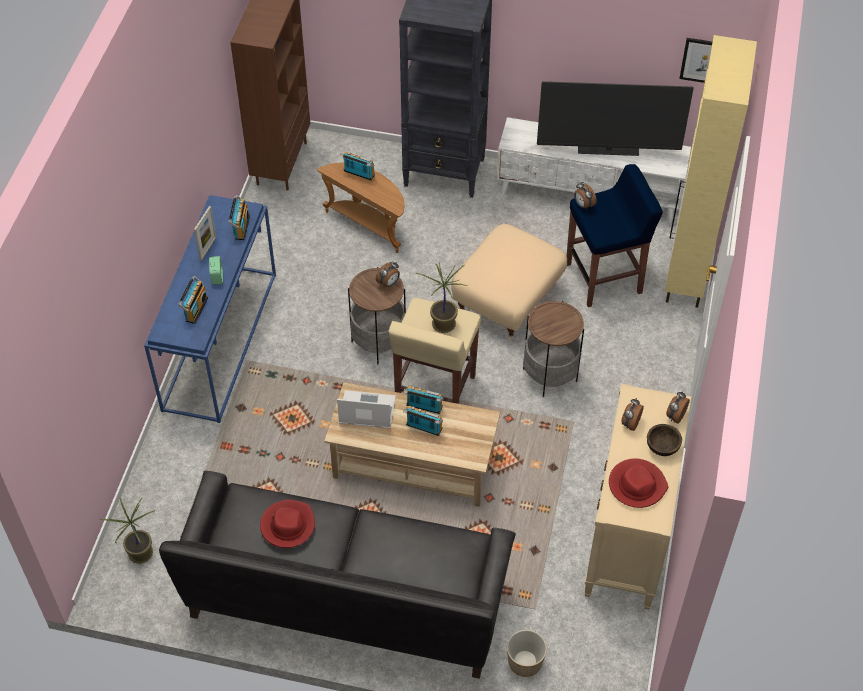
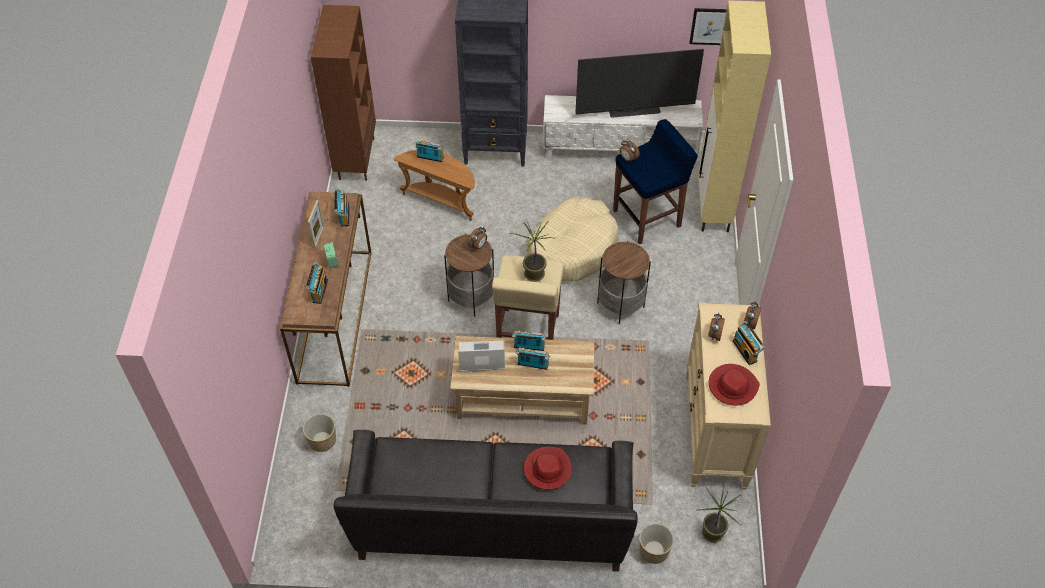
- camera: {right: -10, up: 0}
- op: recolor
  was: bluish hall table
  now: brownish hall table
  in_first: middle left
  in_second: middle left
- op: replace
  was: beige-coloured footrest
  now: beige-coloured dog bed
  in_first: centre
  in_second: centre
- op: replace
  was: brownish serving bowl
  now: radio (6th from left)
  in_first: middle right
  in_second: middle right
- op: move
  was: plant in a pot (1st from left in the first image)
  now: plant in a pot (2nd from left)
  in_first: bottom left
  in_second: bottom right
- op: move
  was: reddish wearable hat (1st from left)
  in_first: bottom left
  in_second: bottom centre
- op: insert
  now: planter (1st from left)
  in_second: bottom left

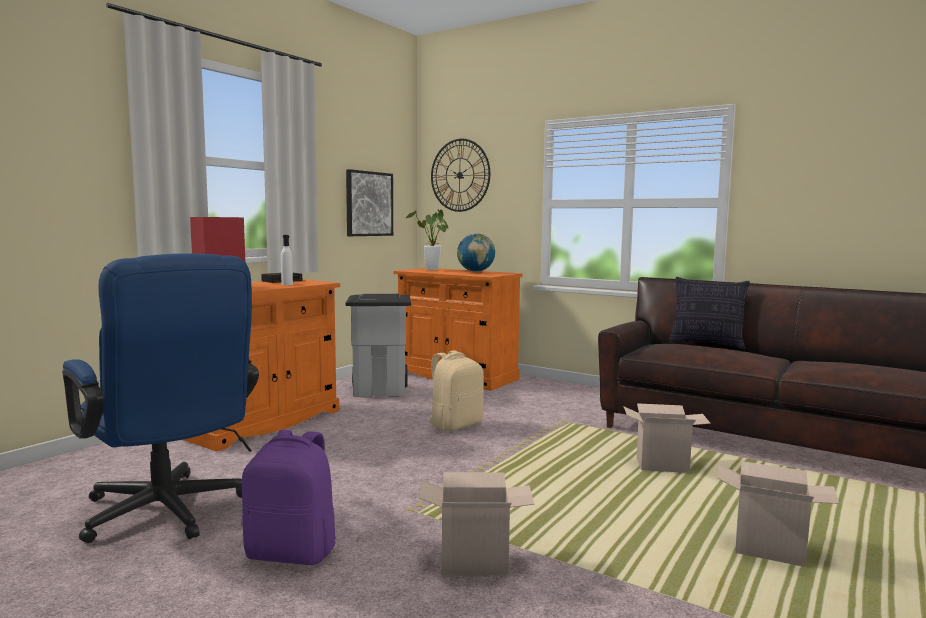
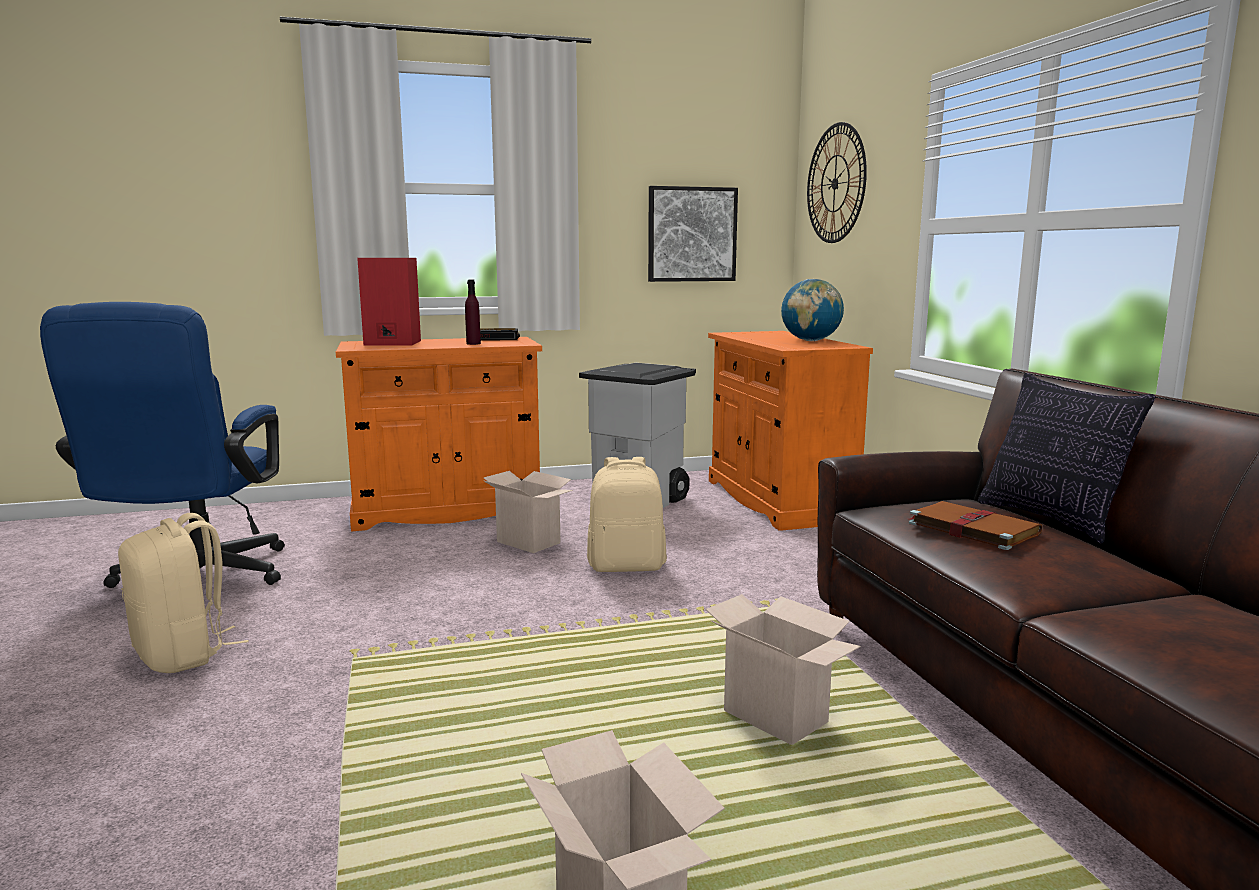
- camera: {right: 40, up: 5}
- op: delete
  was: plant in a pot
  in_first: centre
- op: recolor
  was: white-coloured drink bottle
  now: purple drink bottle
  in_first: middle left
  in_second: centre
- op: recolor
  was: purple knapsack
  now: beige-coloured knapsack (1st from left)
  in_first: bottom left
  in_second: middle left
- op: move
  was: cardboard box (1st from left)
  in_first: bottom centre
  in_second: centre
- op: insert
  now: brownish bound book
  in_second: middle right

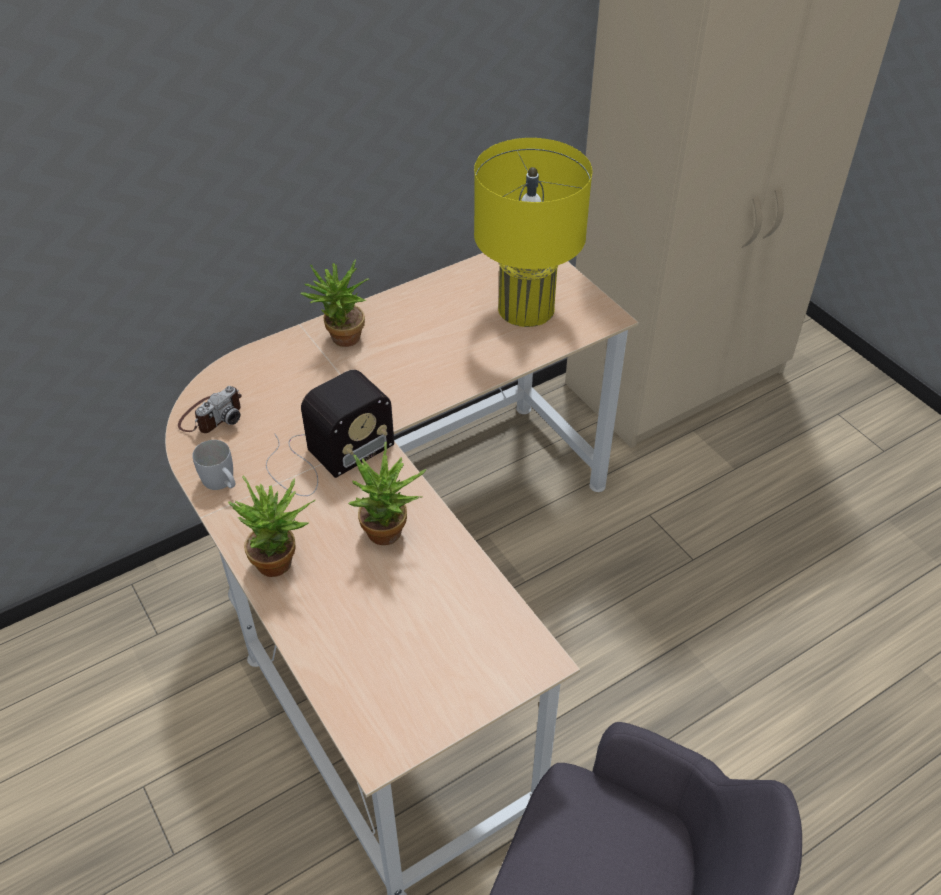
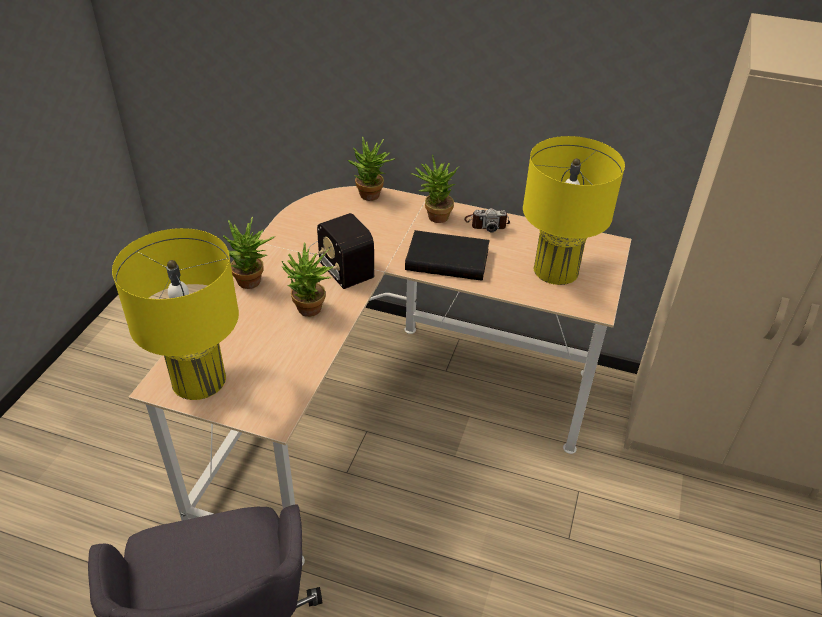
- camera: {right: 50, up: -5}
- op: rotate
  was: radio
  in_first: centre
  in_second: centre
  clockwise: 45
- op: move
  was: still camera
  in_first: middle left
  in_second: centre
- op: delete
  was: white-coloured tea mug
  in_first: middle left
- op: insert
  now: plant in a pot (3rd from left)
  in_second: top centre
- op: insert
  now: yellowish lamp for a table (1st from left)
  in_second: middle left
- op: insert
  now: blackish bound book
  in_second: centre

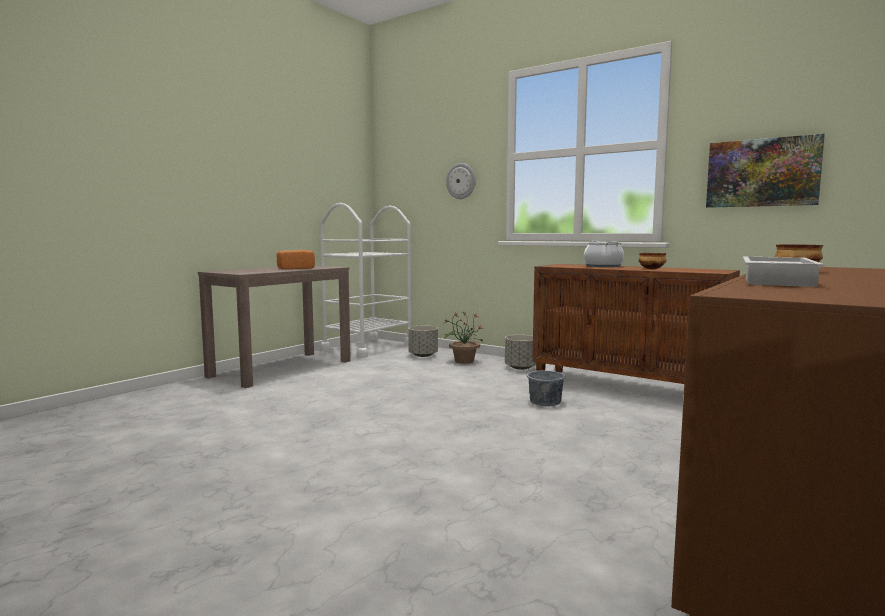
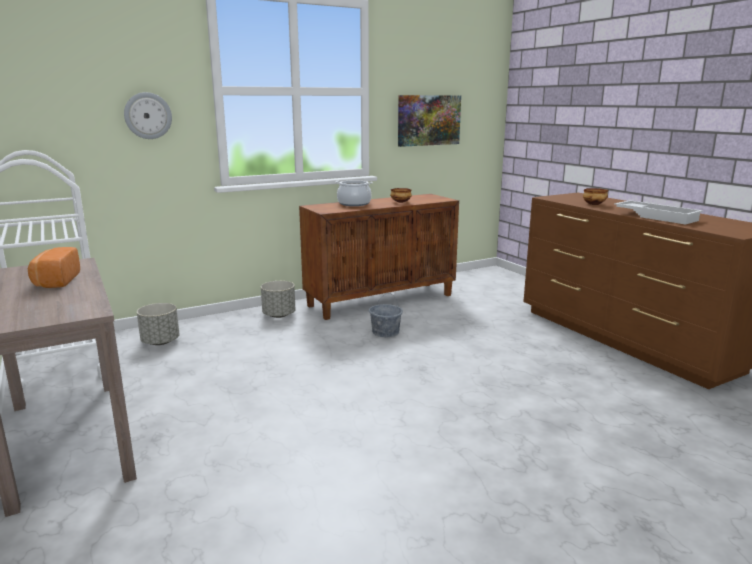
- camera: {right: -65, up: 10}
- op: delete
  was: plant in a pot
  in_first: centre

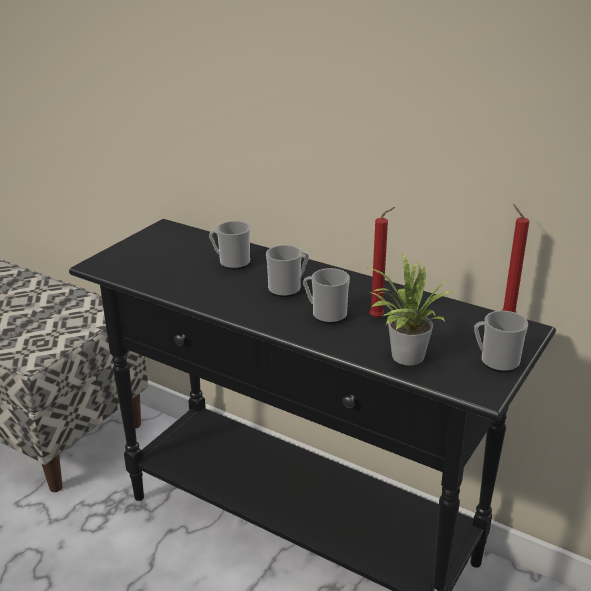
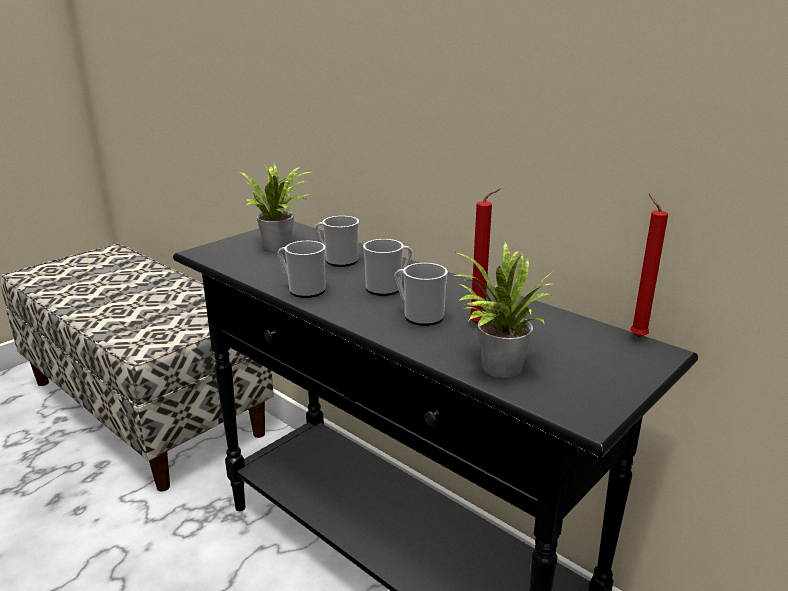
- camera: {right: 10, up: -5}
- op: move
  was: tea mug (4th from left in the first image)
  now: tea mug (1st from left)
  in_first: middle right
  in_second: centre
- op: insert
  now: plant in a pot (1st from left)
  in_second: centre

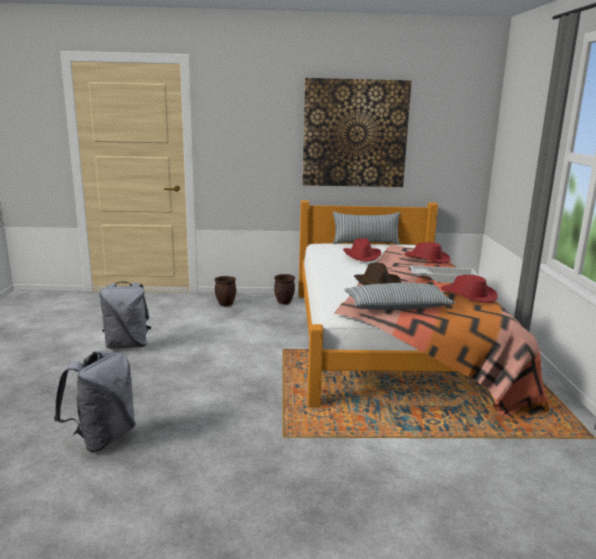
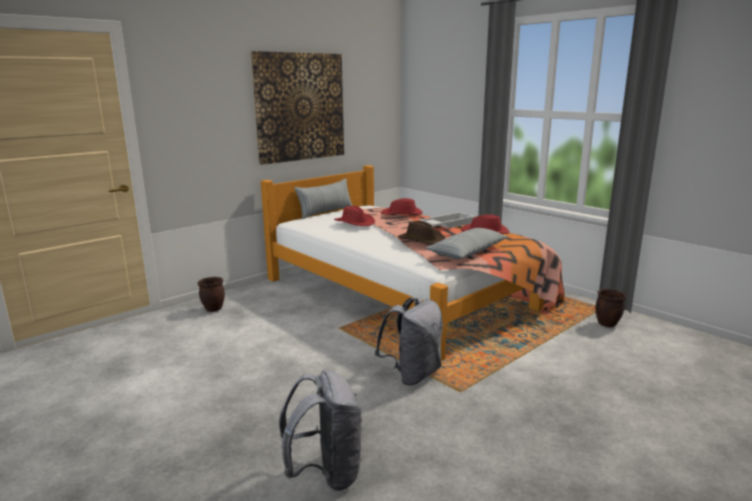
- camera: {right: -40, up: 0}
- op: move
  was: brownish planter (2nd from left)
  in_first: centre
  in_second: middle right
- op: move
  was: greyish knapsack (2nd from left)
  in_first: middle left
  in_second: bottom centre

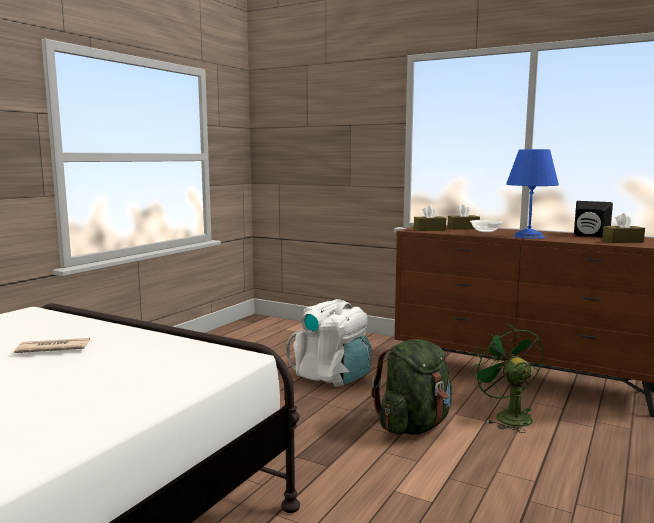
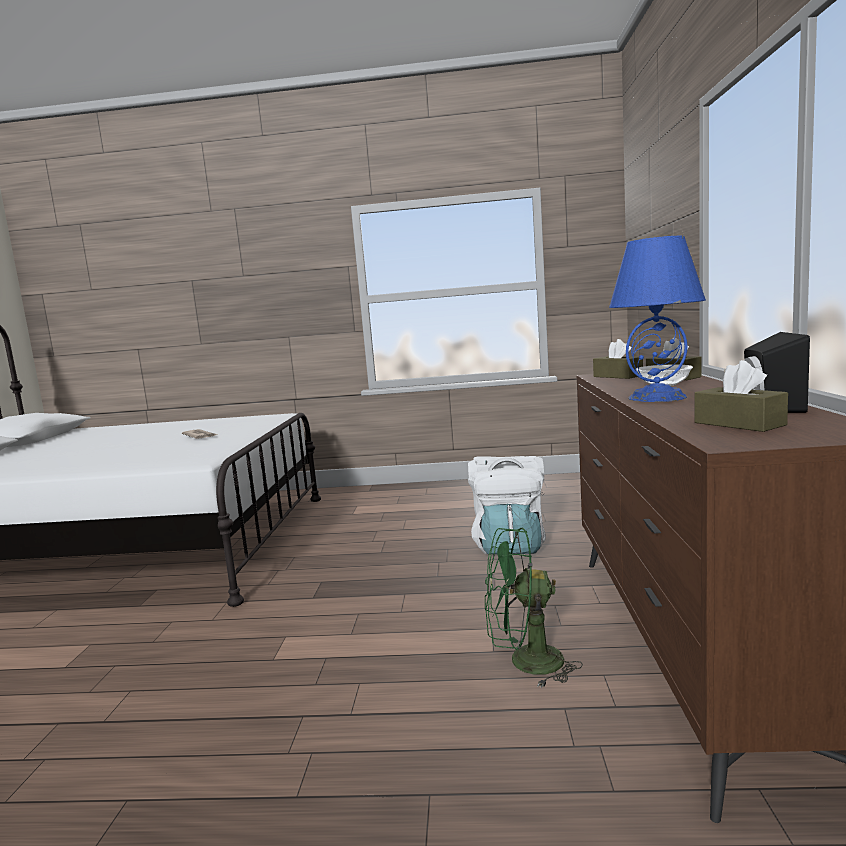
- camera: {right: 65, up: 0}
- op: rotate
  was: green-coloured fan
  in_first: bottom right
  in_second: bottom centre
  clockwise: -135
- op: delete
  was: green-coloured knapsack
  in_first: bottom centre

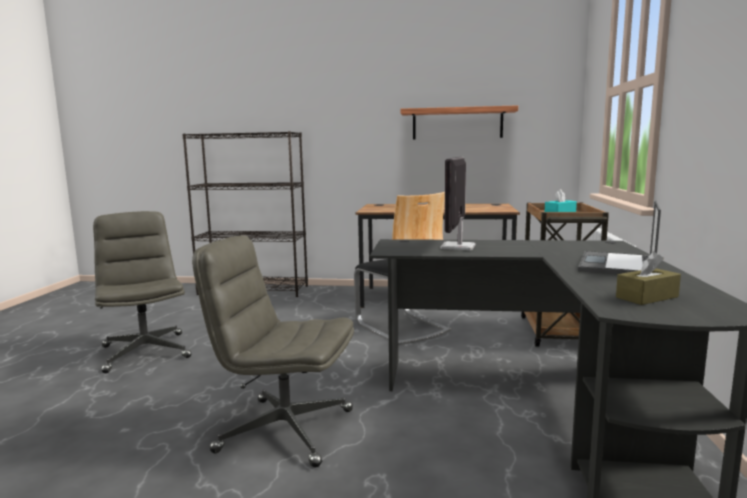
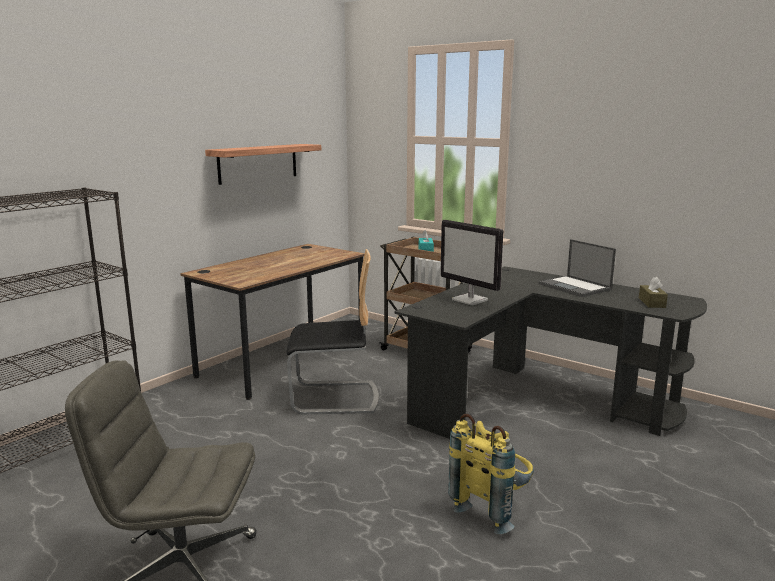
- camera: {right: -60, up: 5}
- op: replace
  was: greyish desk chair (2nd from left)
  now: yellowish knapsack
  in_first: bottom centre
  in_second: bottom centre

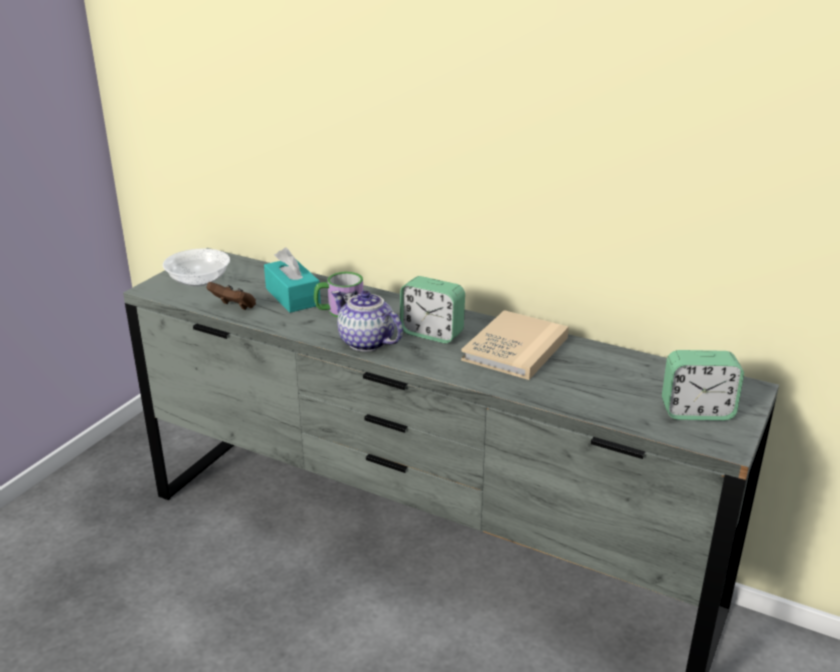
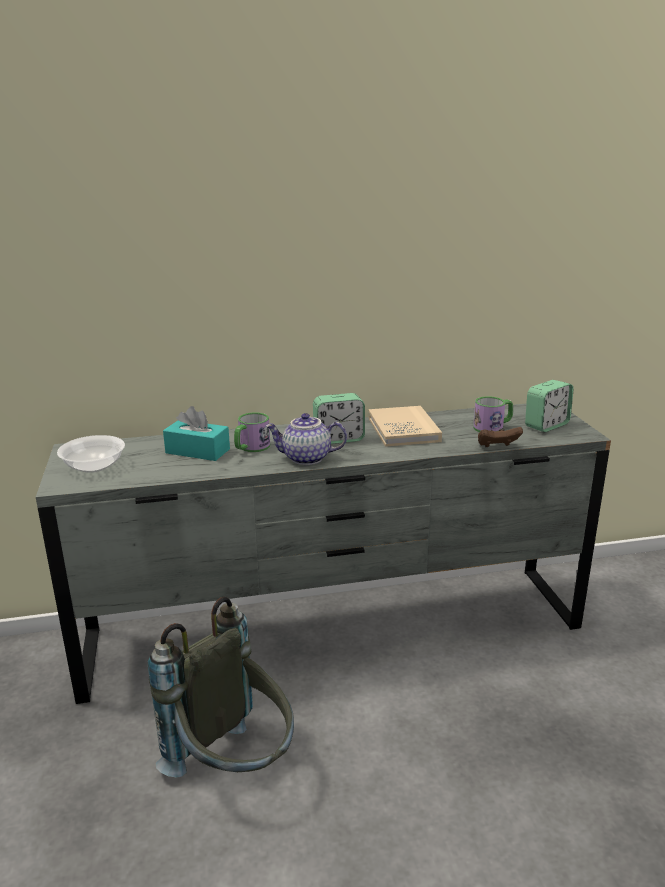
- camera: {right: -40, up: -5}
- op: move
  was: brownish joypad
  in_first: middle left
  in_second: middle right
- op: insert
  now: tea mug (2nd from left)
  in_second: middle right
- op: insert
  now: greyish knapsack
  in_second: bottom left

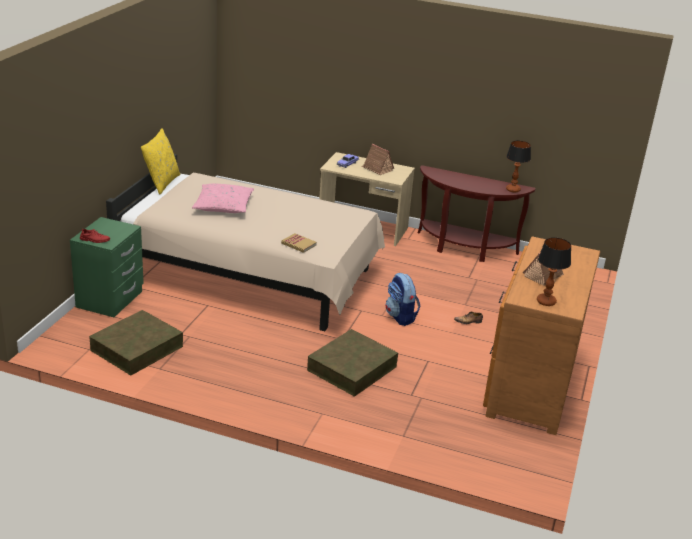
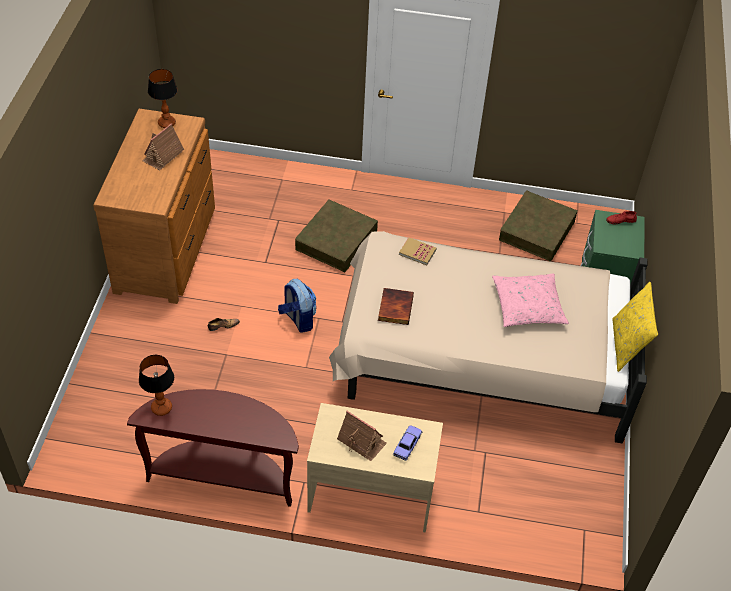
- camera: {right: 170, up: 20}
- op: insert
  now: bound book (1st from left)
  in_second: centre

